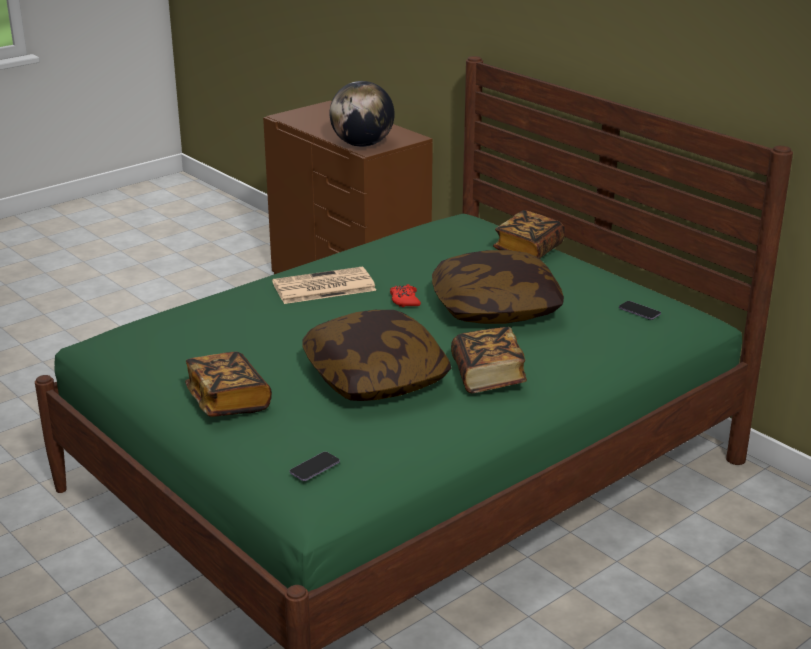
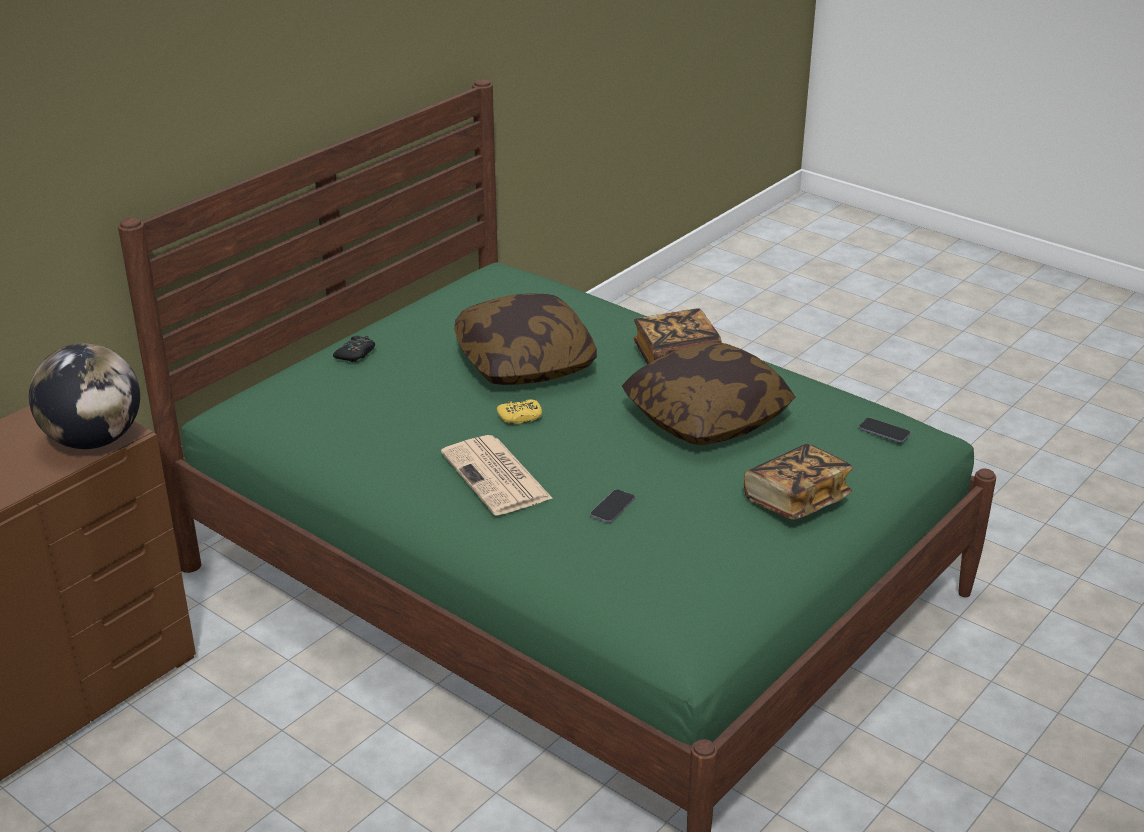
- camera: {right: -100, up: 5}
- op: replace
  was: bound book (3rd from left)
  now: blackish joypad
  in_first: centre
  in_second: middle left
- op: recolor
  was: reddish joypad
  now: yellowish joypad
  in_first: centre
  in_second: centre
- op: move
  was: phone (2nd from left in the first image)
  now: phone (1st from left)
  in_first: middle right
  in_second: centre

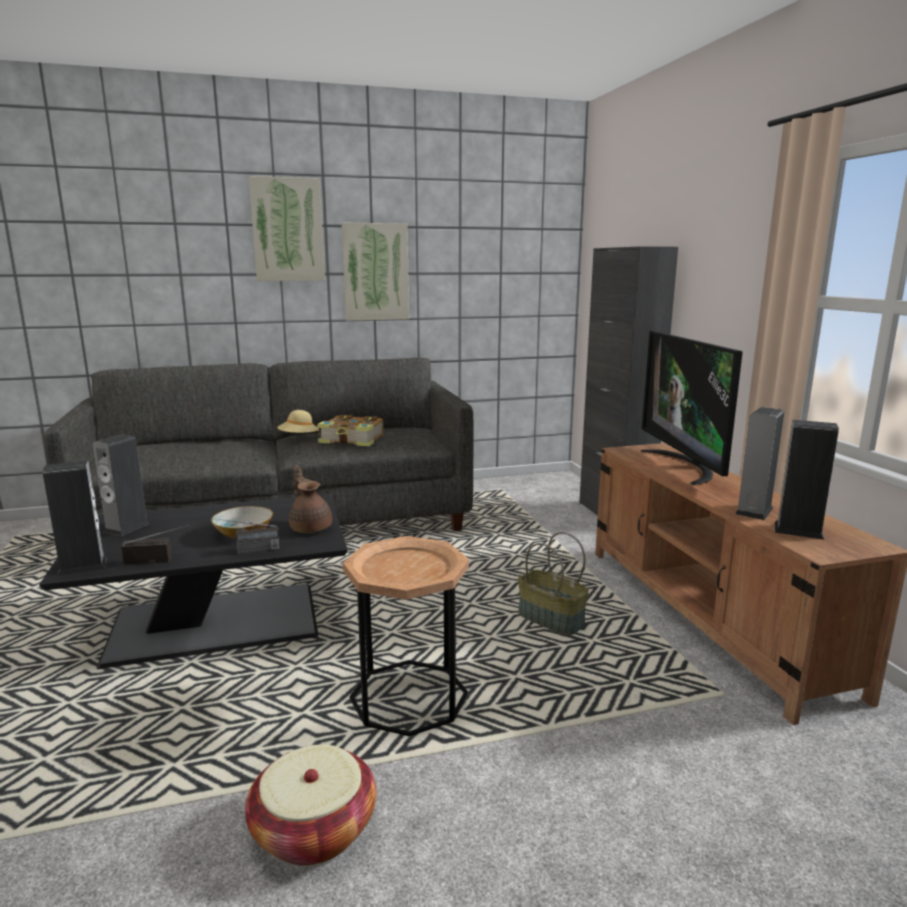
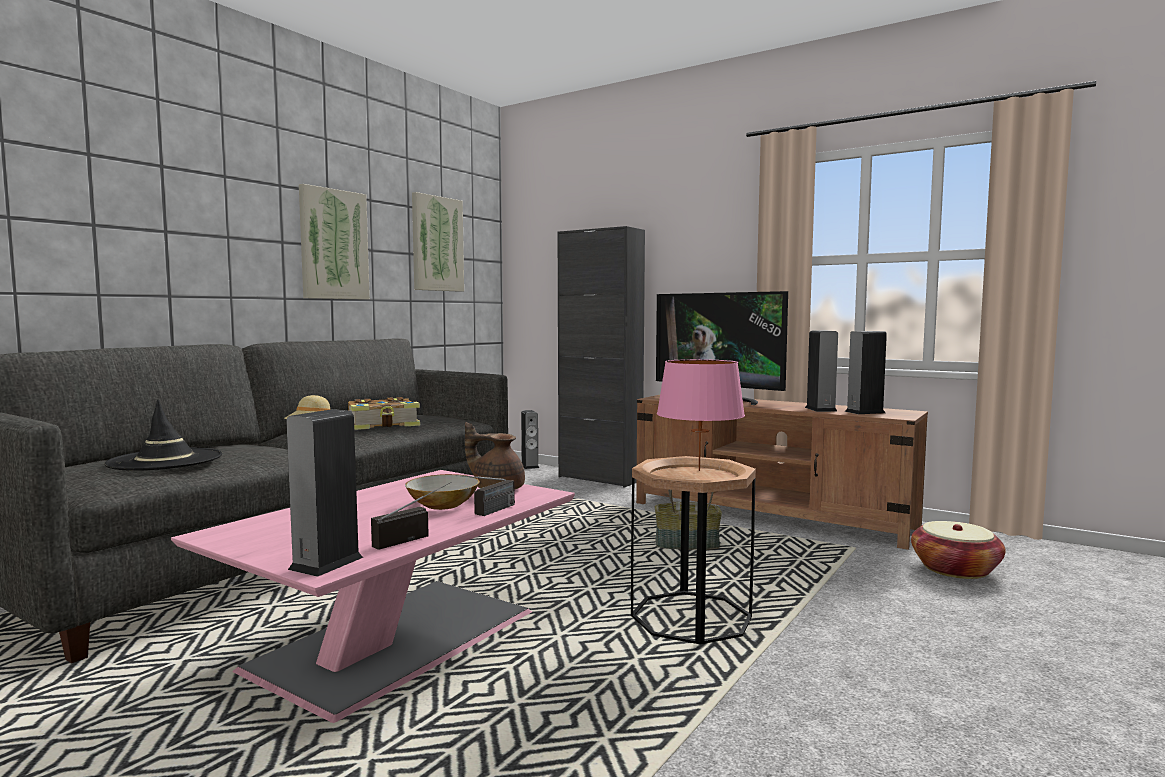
- camera: {right: -40, up: -10}
- op: move
  was: wall art (1st from left in the first image)
  now: wall art (2nd from left)
  in_first: top left
  in_second: top centre
- op: move
  was: loudspeaker (2nd from left)
  in_first: middle left
  in_second: centre
- op: recolor
  was: blackish low table
  now: pink-coloured low table
  in_first: middle left
  in_second: bottom left
- op: move
  was: storage basket (1st from left in the first image)
  now: storage basket (2nd from left)
  in_first: bottom centre
  in_second: bottom right
- op: insert
  now: pink-coloured lamp for a table
  in_second: centre
- op: insert
  now: blackish wearable hat
  in_second: middle left

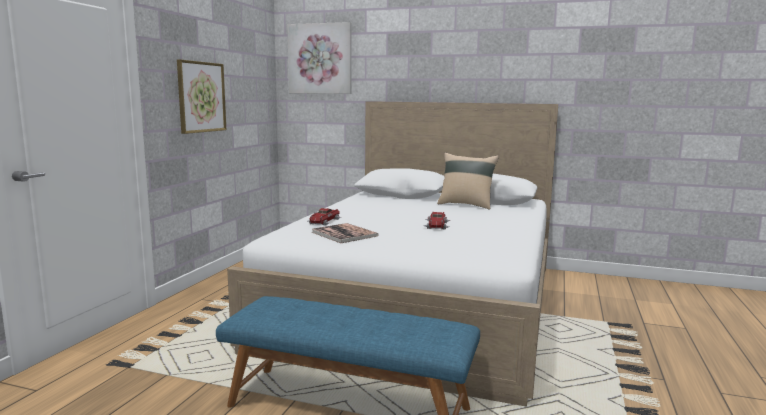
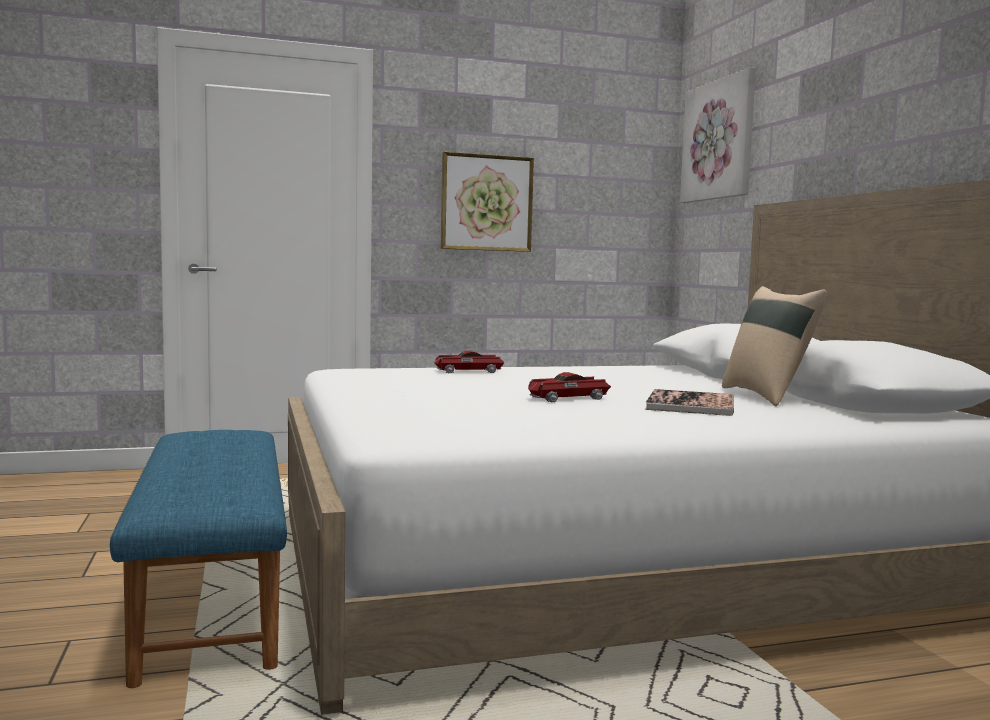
- camera: {right: 55, up: -5}
- op: move
  was: bound book
  in_first: centre
  in_second: middle right

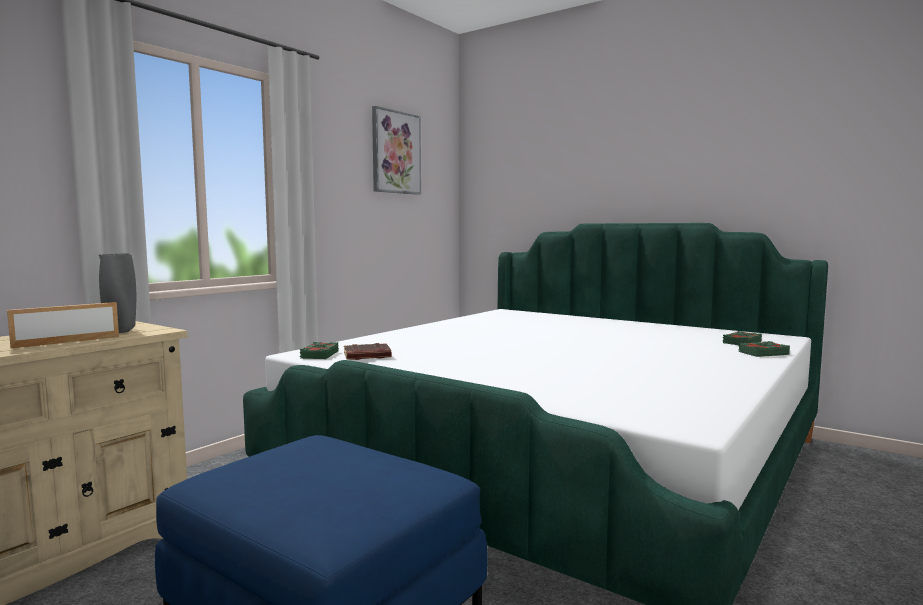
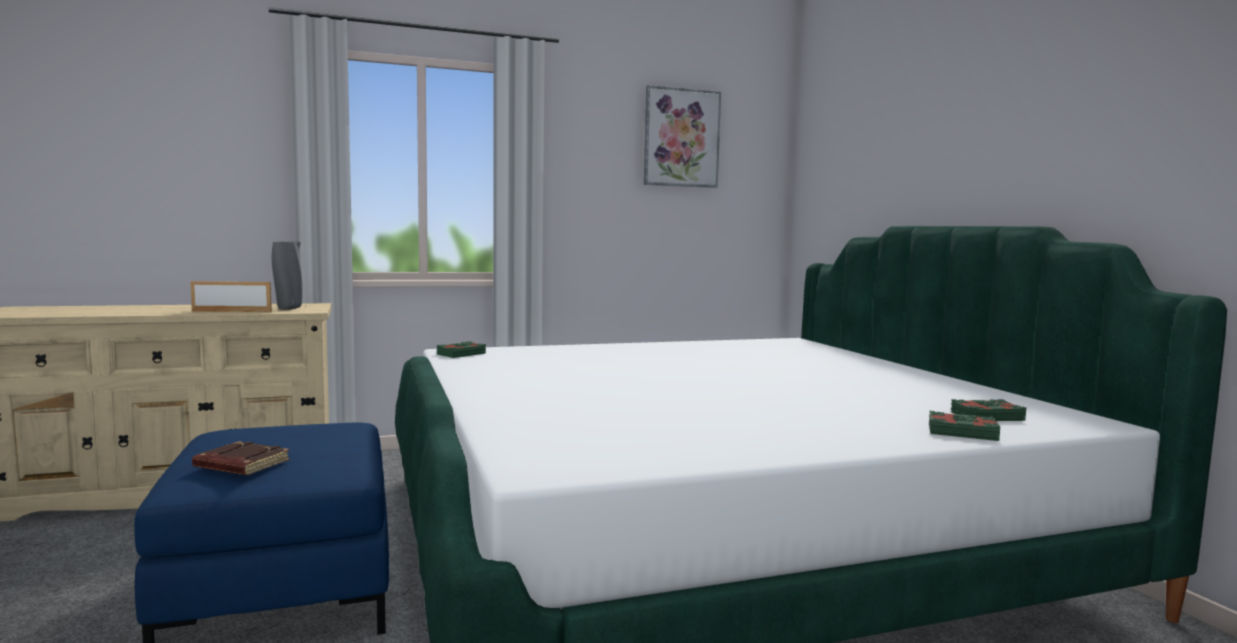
- camera: {right: 35, up: 0}
- op: move
  was: brownish bound book
  in_first: centre
  in_second: bottom left

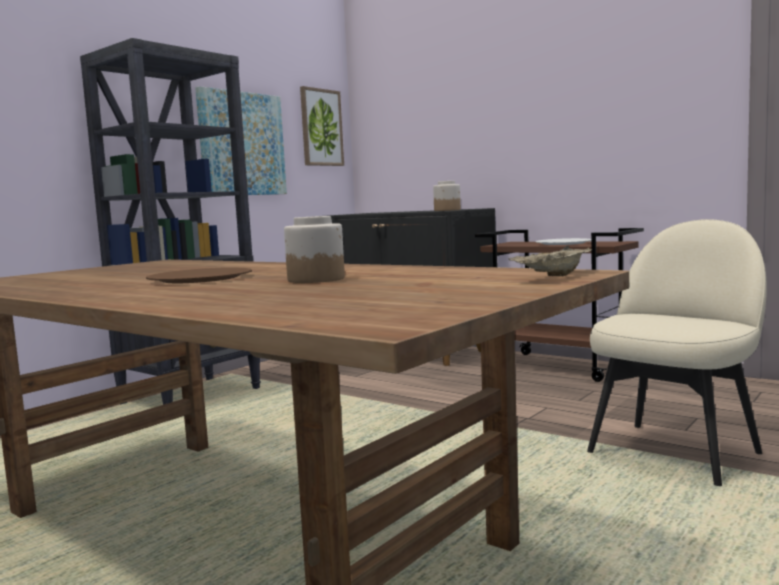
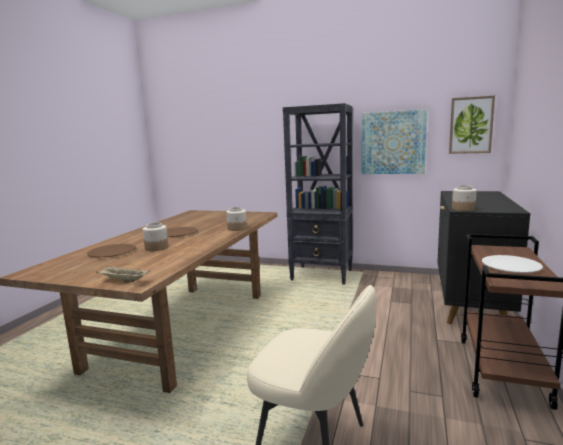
- camera: {right: 70, up: 5}
- op: insert
  now: storage jar (2nd from left)
  in_second: centre
- op: insert
  now: brownish dinner plate (1st from left)
  in_second: middle left

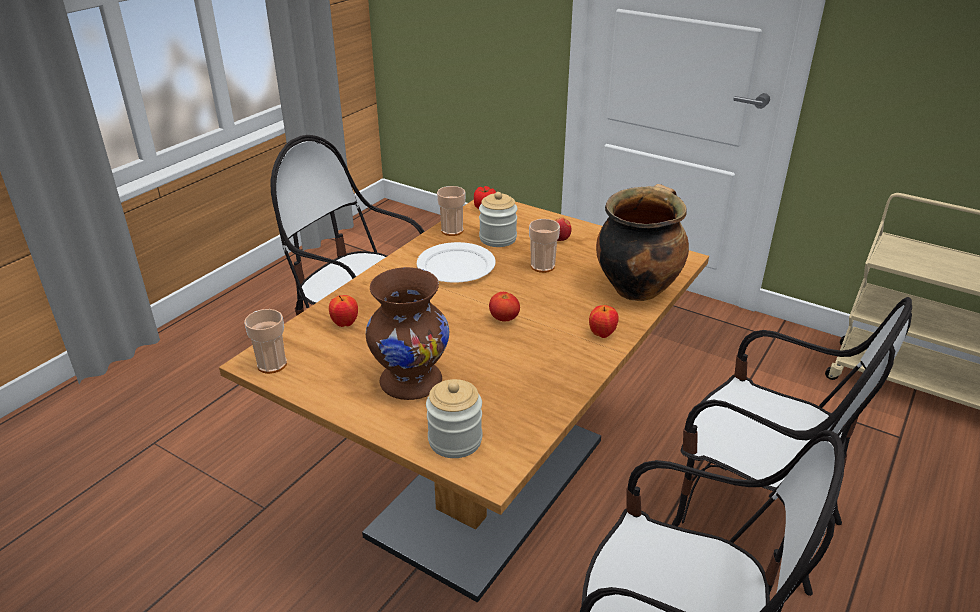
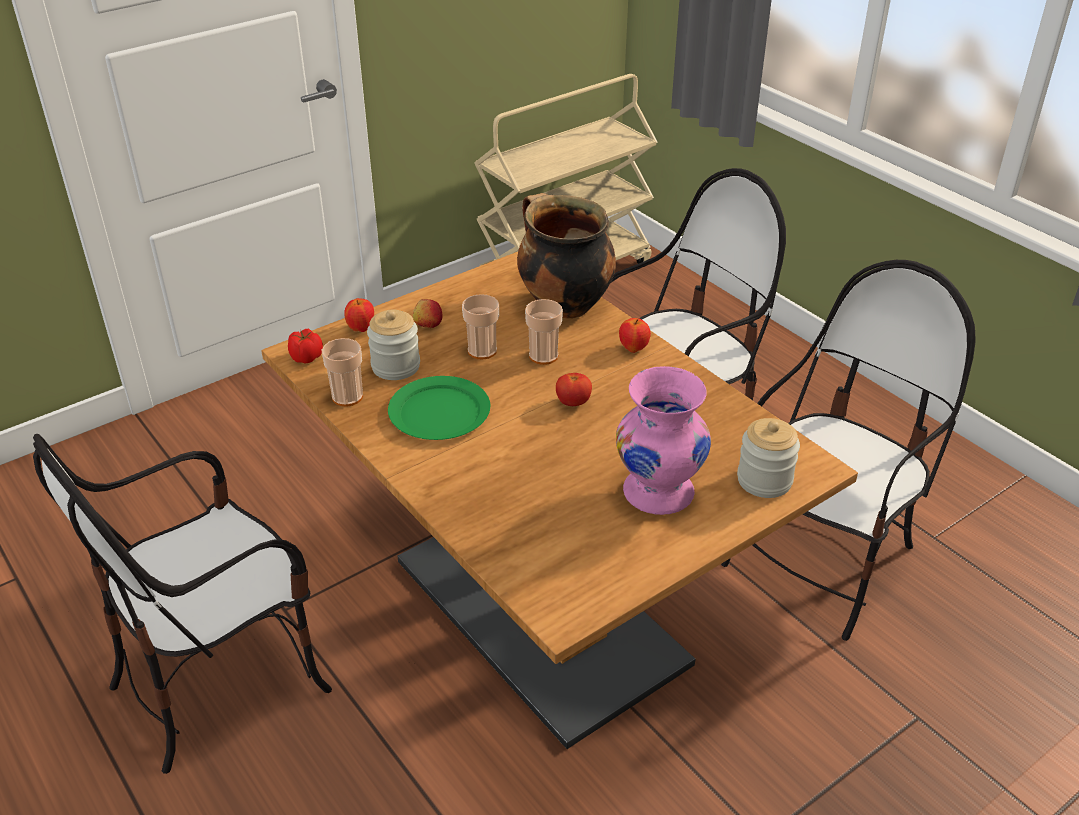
- camera: {right: -70, up: 5}
- op: recolor
  was: white-coloured dinner plate
  now: green-coloured dinner plate
  in_first: centre
  in_second: centre
- op: recolor
  was: brownish flower vase
  now: pink-coloured flower vase
  in_first: centre
  in_second: centre
- op: move
  was: apple (1st from left)
  in_first: centre
  in_second: middle left
- op: move
  was: cup (1st from left in the first image)
  now: cup (3rd from left)
  in_first: middle left
  in_second: centre

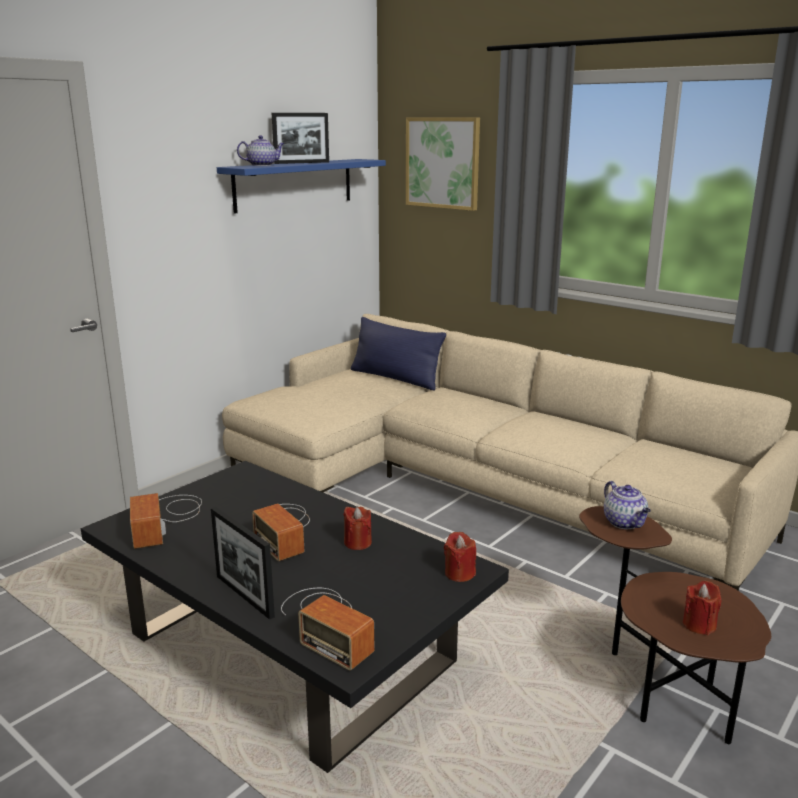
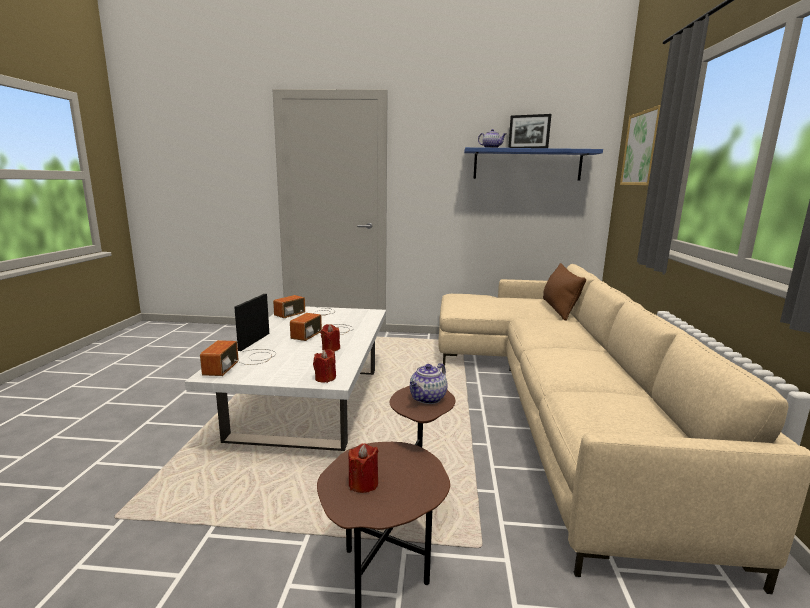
- camera: {right: 55, up: -5}
- op: recolor
  was: bluish pillow
  now: brownish pillow
  in_first: centre
  in_second: middle right
- op: recolor
  was: blackish low table
  now: white-coloured low table
  in_first: bottom centre
  in_second: centre

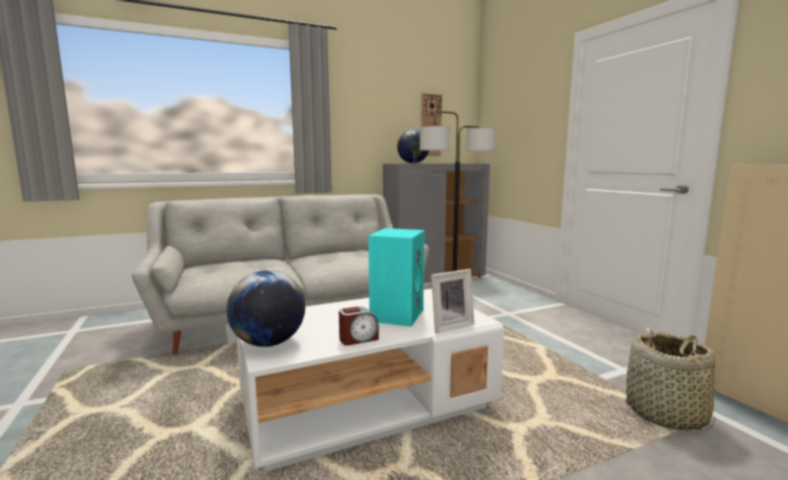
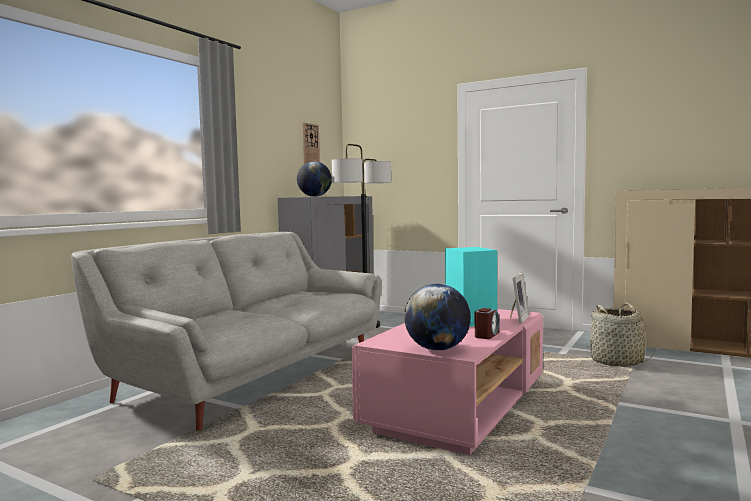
- camera: {right: -35, up: -5}
- op: recolor
  was: white-coloured low table
  now: pink-coloured low table
  in_first: bottom centre
  in_second: bottom centre

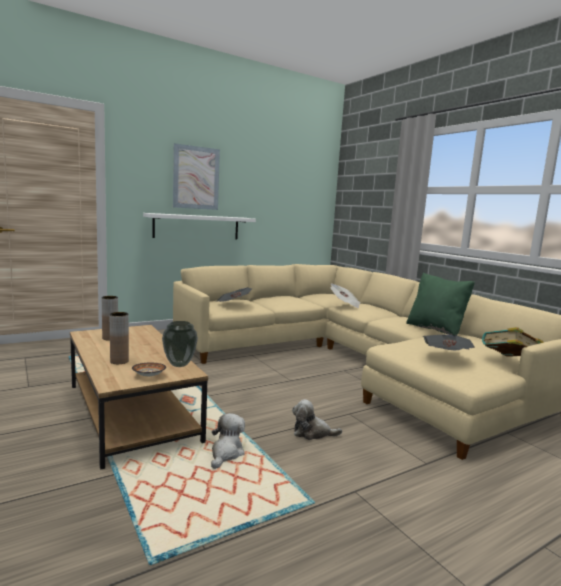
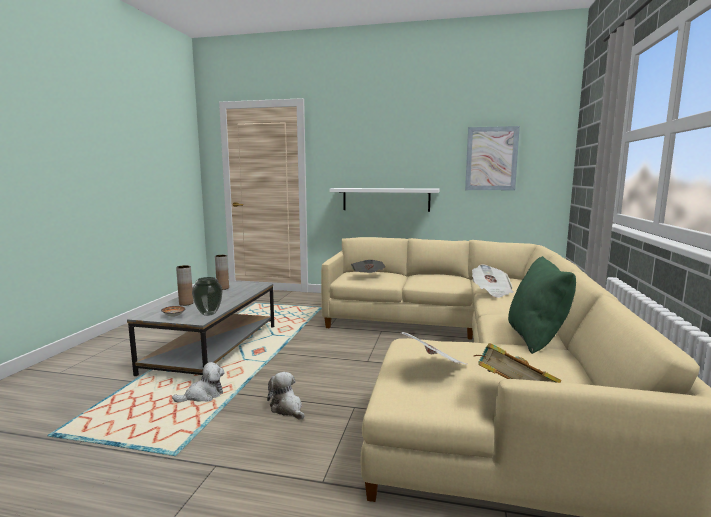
- camera: {right: 45, up: 0}
- op: move
  was: wall art
  in_first: top centre
  in_second: top right
- op: recolor
  was: brownish low table
  now: greyish low table
  in_first: bottom left
  in_second: middle left

